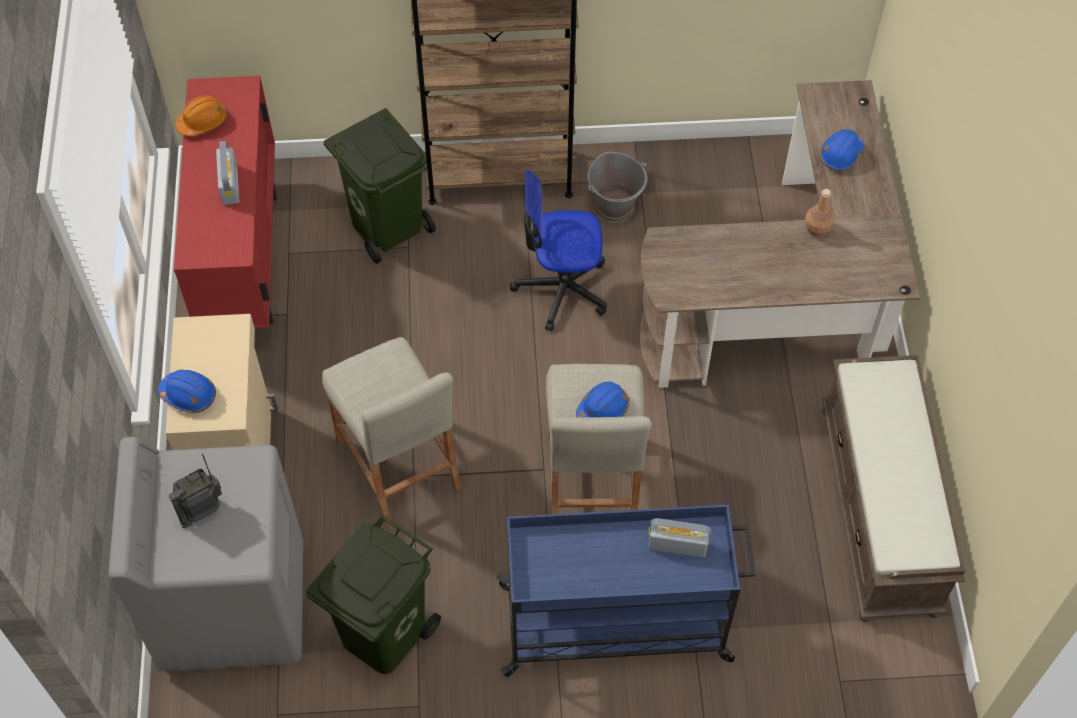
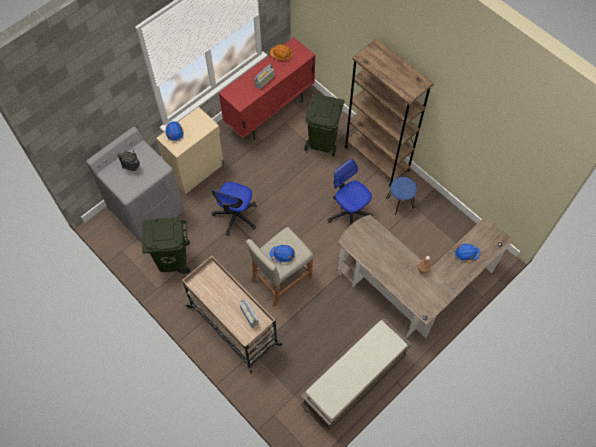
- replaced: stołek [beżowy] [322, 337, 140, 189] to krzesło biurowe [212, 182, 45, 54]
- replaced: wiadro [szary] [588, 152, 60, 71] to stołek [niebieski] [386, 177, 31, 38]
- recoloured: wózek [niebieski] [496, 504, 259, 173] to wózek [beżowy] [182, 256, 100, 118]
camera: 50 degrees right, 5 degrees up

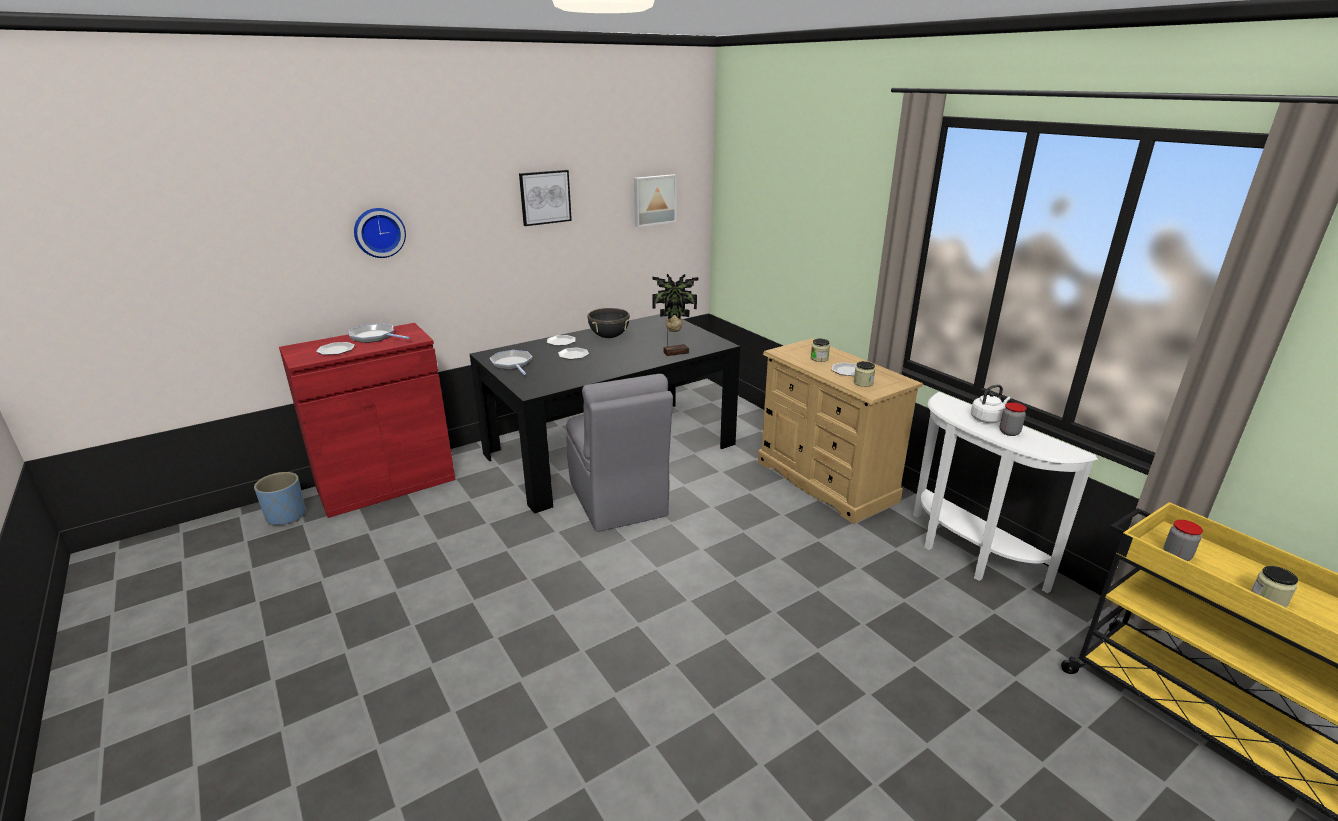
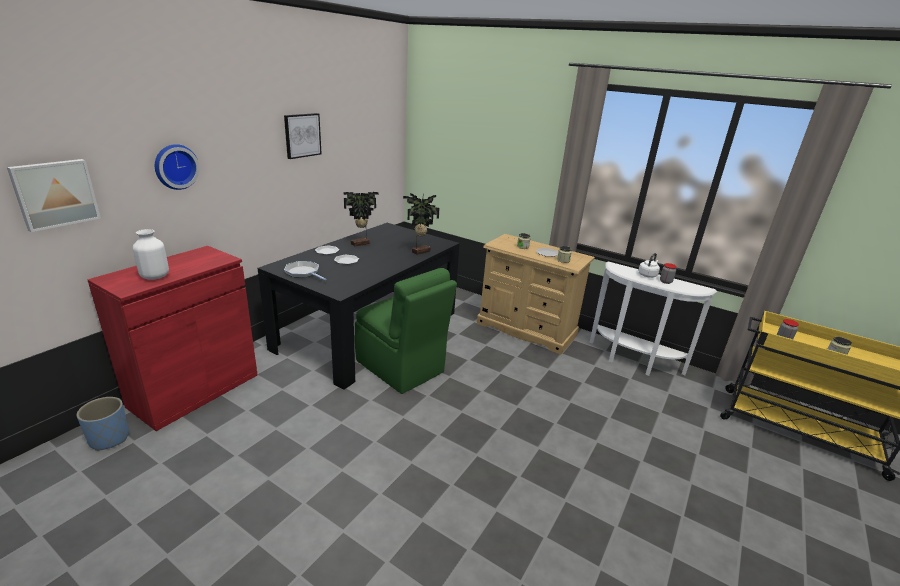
- removed: patelnia [349, 323, 61, 20]
- moved: obraz [634, 174, 43, 53] to [7, 159, 94, 73]
- replaced: talerz [316, 342, 39, 13] to wazon [biały] [133, 229, 36, 51]
- replaced: garnek [czarny] [587, 308, 44, 30] to roślina doniczkowa [343, 192, 36, 54]
- recoloured: krzesło [szary] [566, 374, 107, 158] to krzesło [zielony] [355, 268, 102, 126]
camera: 25 degrees left, 0 degrees up

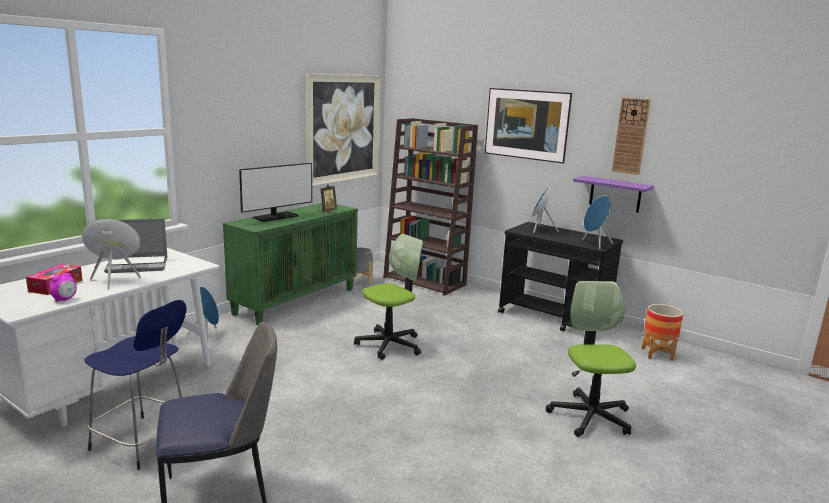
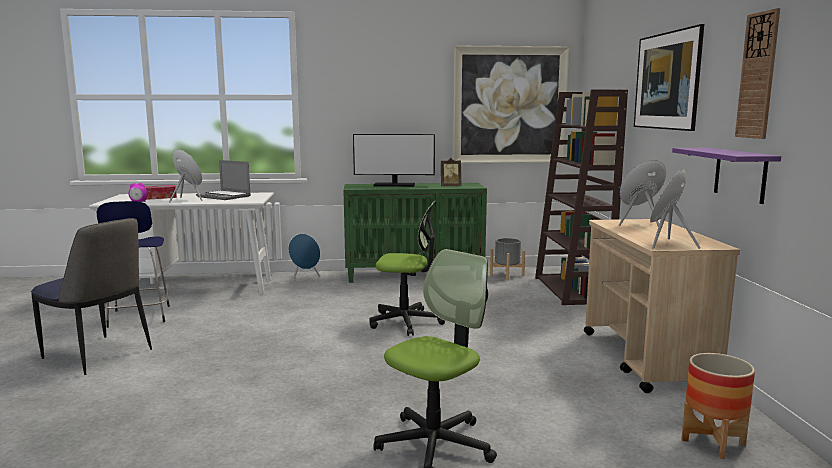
- recoloured: wózek [czarny] [498, 222, 125, 109] to wózek [beżowy] [584, 219, 156, 174]
camera: 50 degrees right, 5 degrees down

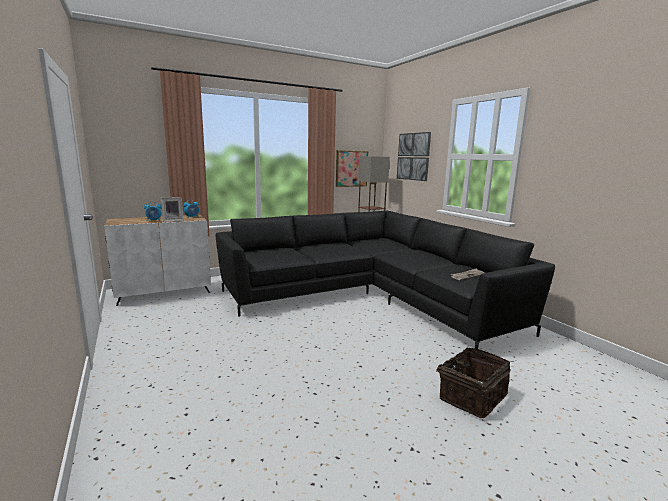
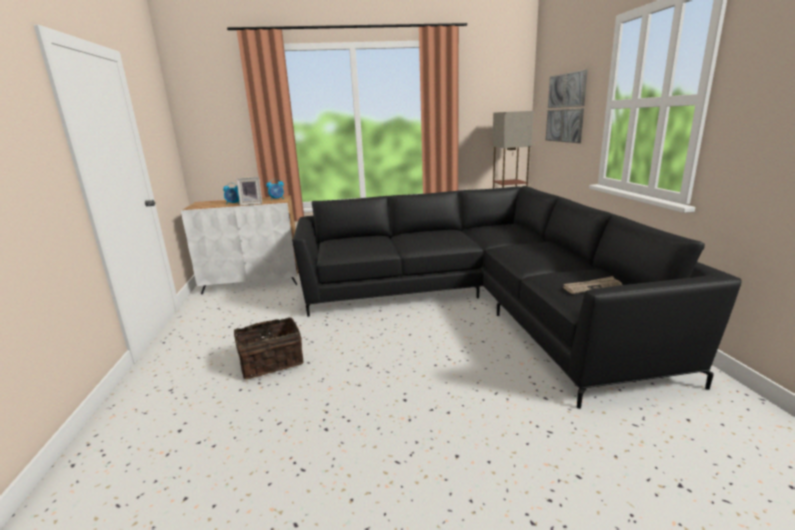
- removed: obraz [336, 150, 32, 37]
- moved: koszyk [429, 347, 82, 71] to [234, 318, 70, 61]
camera: 20 degrees right, 5 degrees up

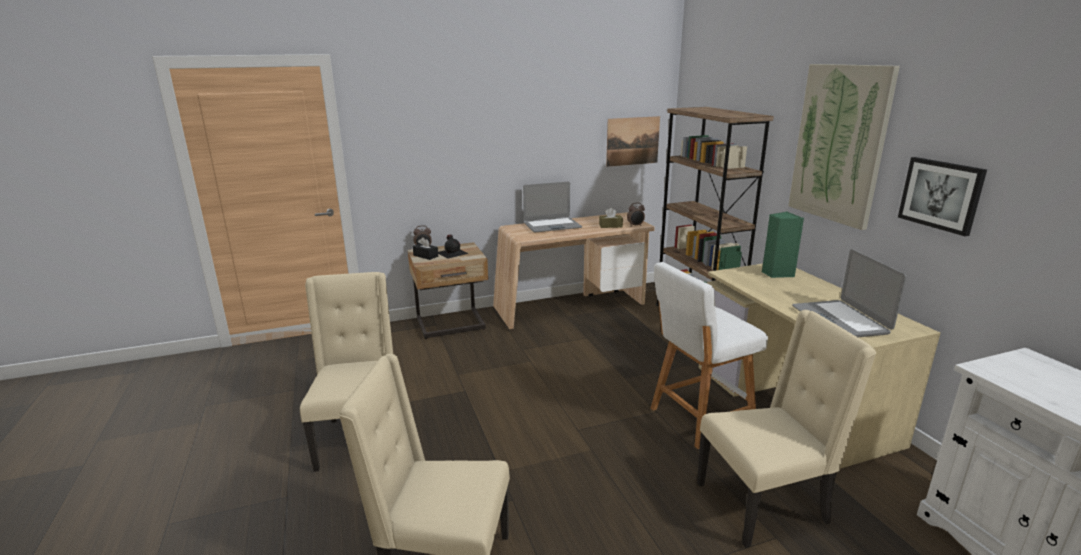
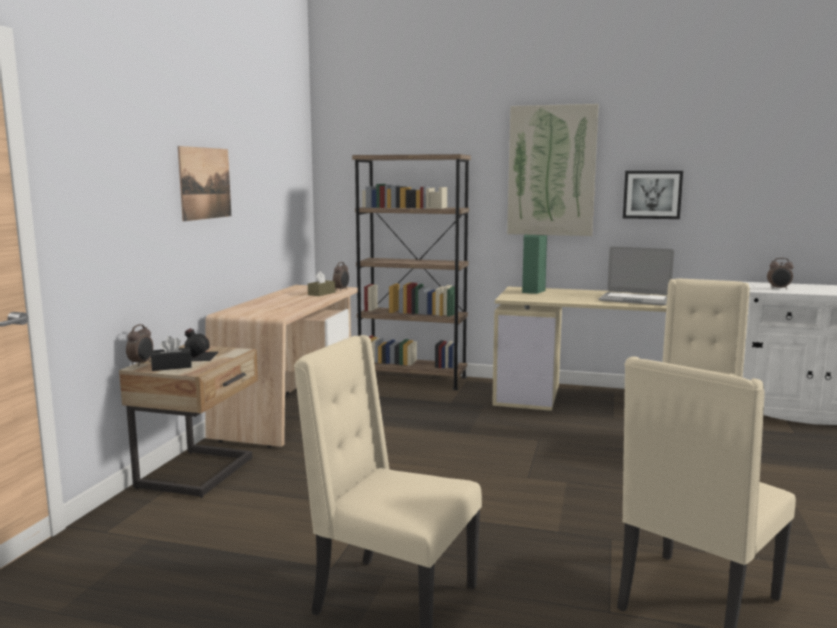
- removed: laptop [523, 182, 59, 50]
- removed: stołek [biały] [651, 262, 117, 187]
- added: budzik [767, 258, 27, 31]
- moved: obraz [606, 116, 54, 51] to [178, 146, 53, 75]
camera: 55 degrees left, 10 degrees down

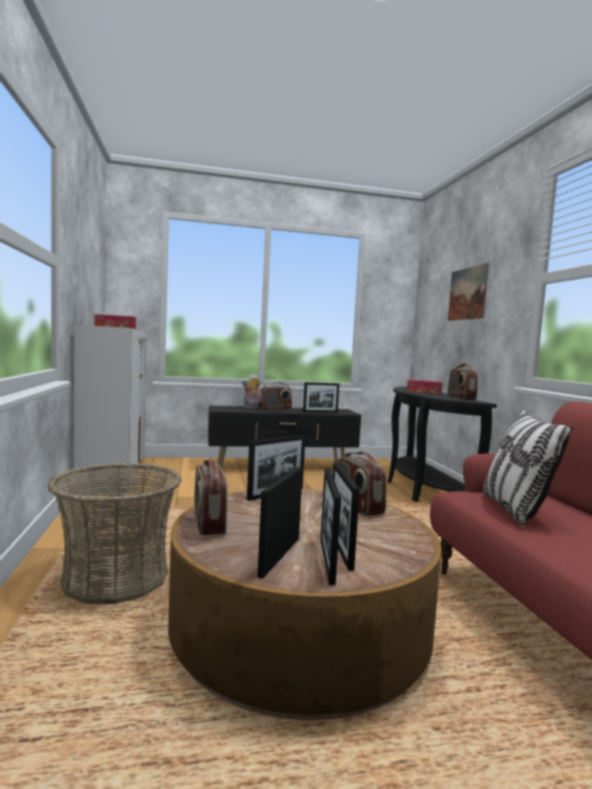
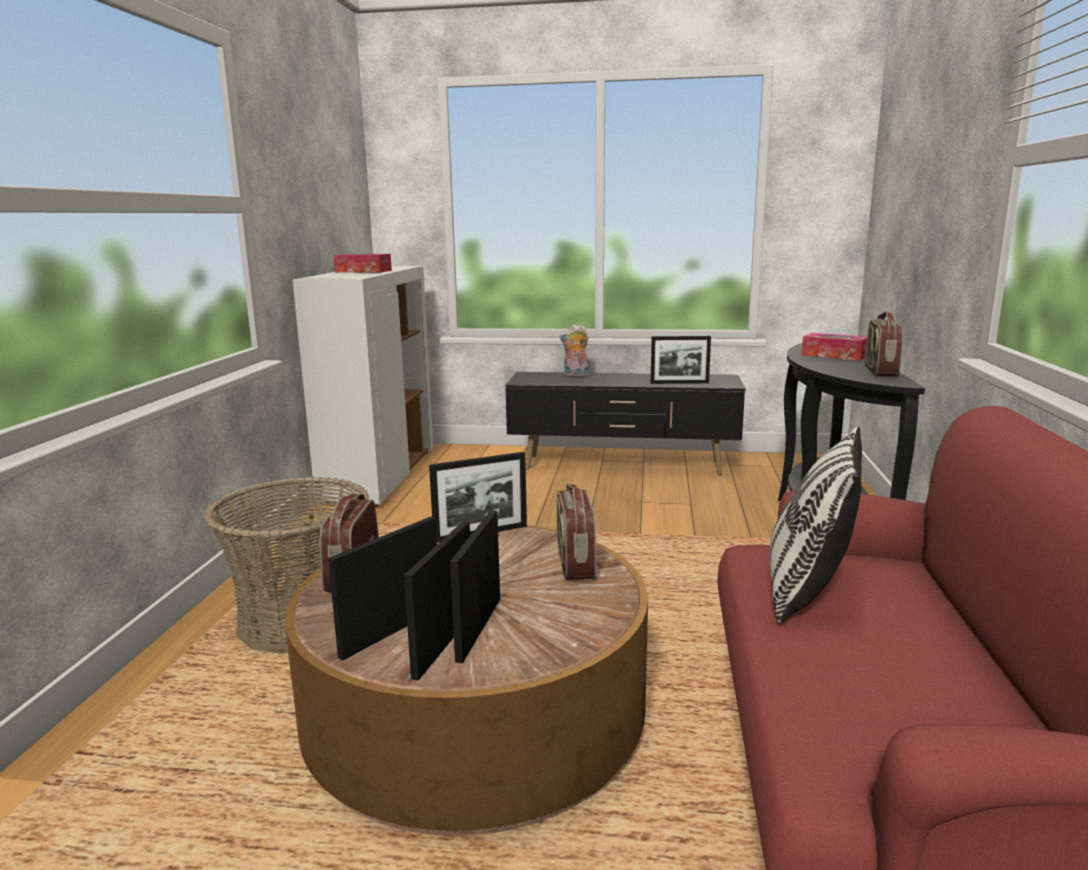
- removed: radio [259, 382, 33, 29]
- removed: obraz [448, 263, 41, 58]
camera: 20 degrees right, 10 degrees up

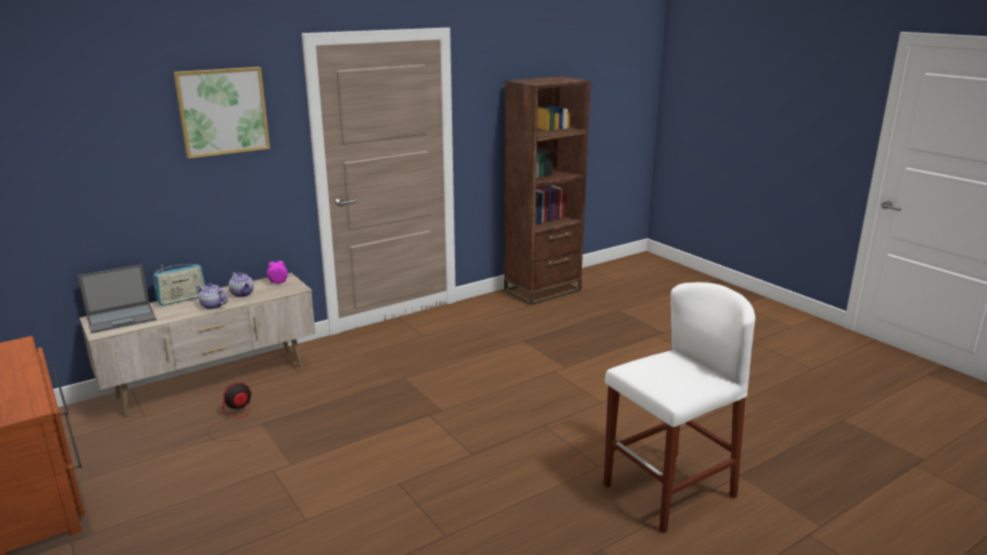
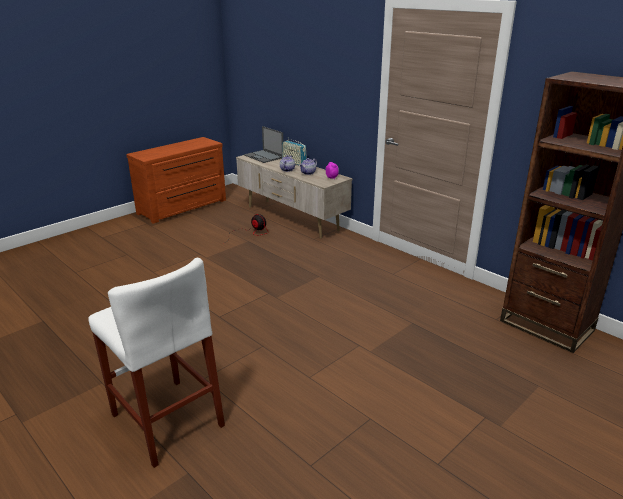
- removed: obraz [174, 67, 96, 92]
camera: 80 degrees right, 5 degrees up

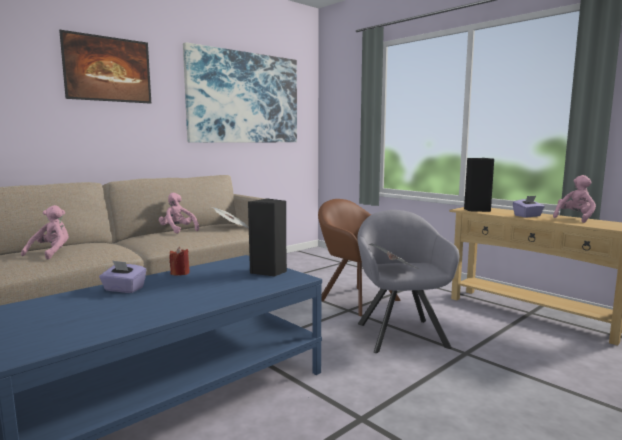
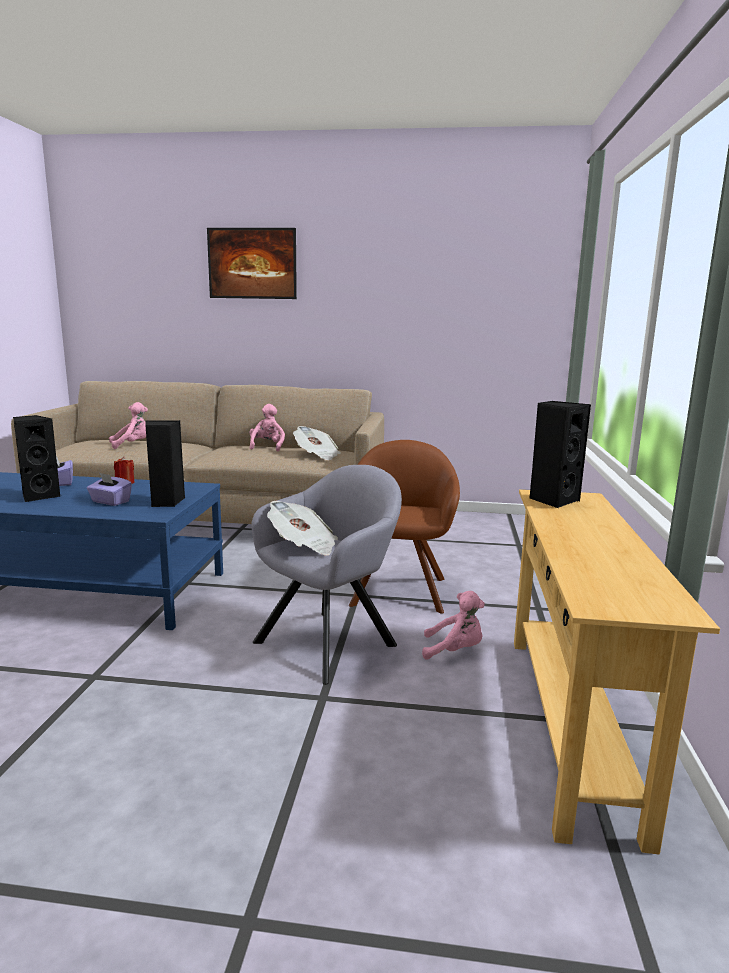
- removed: obraz [183, 42, 114, 101]
- added: głośnik [czarny] [13, 415, 48, 87]
- moved: pudełko chusteczek [fioletowy] [513, 196, 32, 22] to [87, 473, 45, 33]
- moved: pluszak [różowy] [553, 175, 43, 48] to [422, 591, 63, 69]
camera: 50 degrees right, 5 degrees up

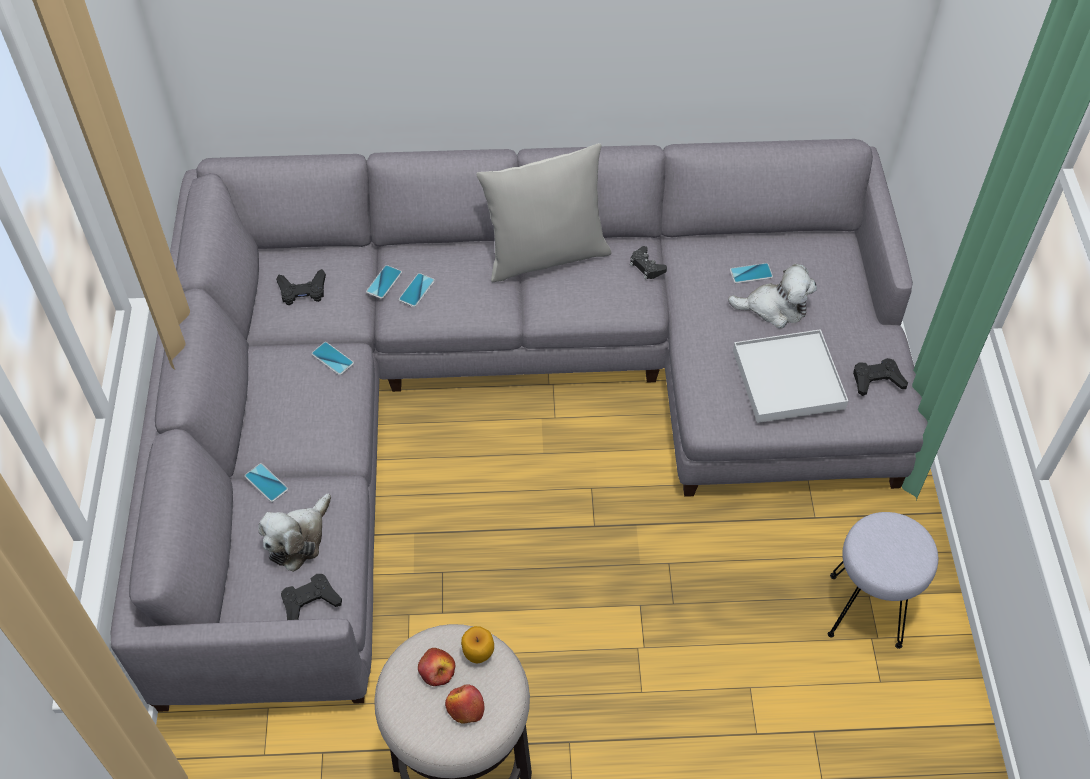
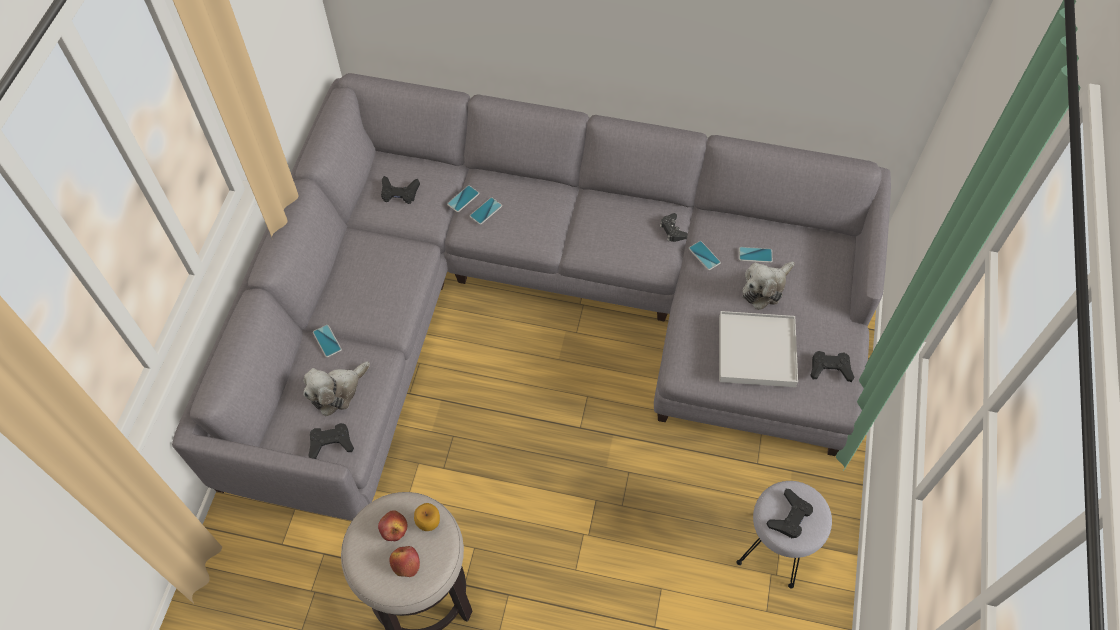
- removed: poduszka [szary] [476, 143, 135, 139]
- added: pad do gier [czarny] [766, 489, 47, 49]
- moved: telefon [311, 342, 43, 33] to [689, 241, 32, 29]
- turned: pluszak [728, 264, 89, 64] = [742, 262, 53, 48] 120 degrees clockwise
camera: 15 degrees right, 5 degrees up

